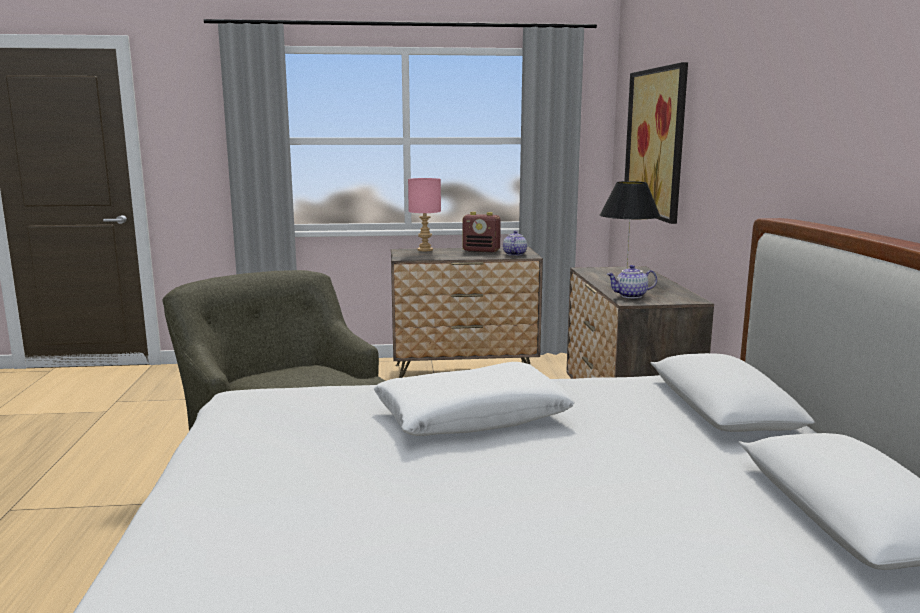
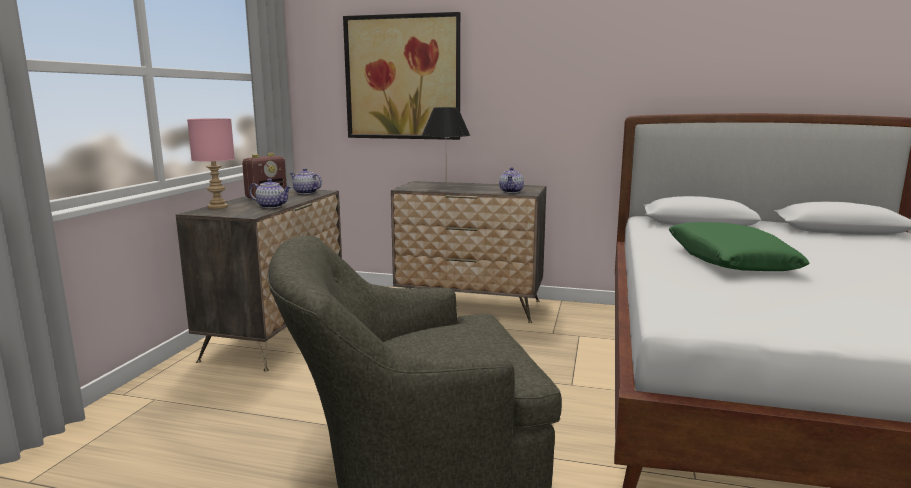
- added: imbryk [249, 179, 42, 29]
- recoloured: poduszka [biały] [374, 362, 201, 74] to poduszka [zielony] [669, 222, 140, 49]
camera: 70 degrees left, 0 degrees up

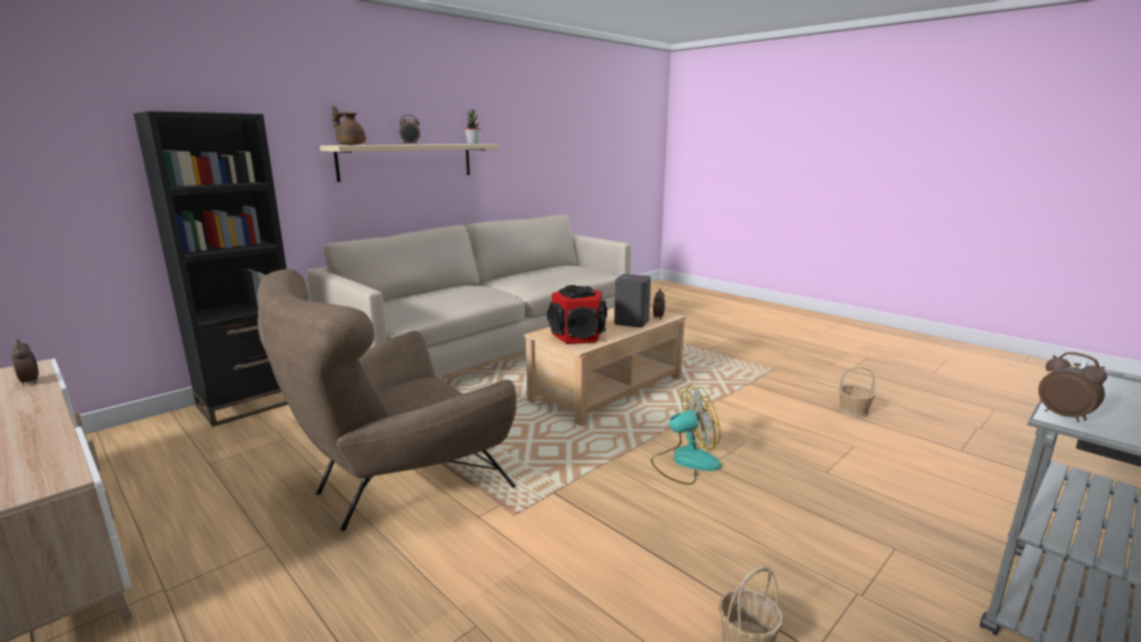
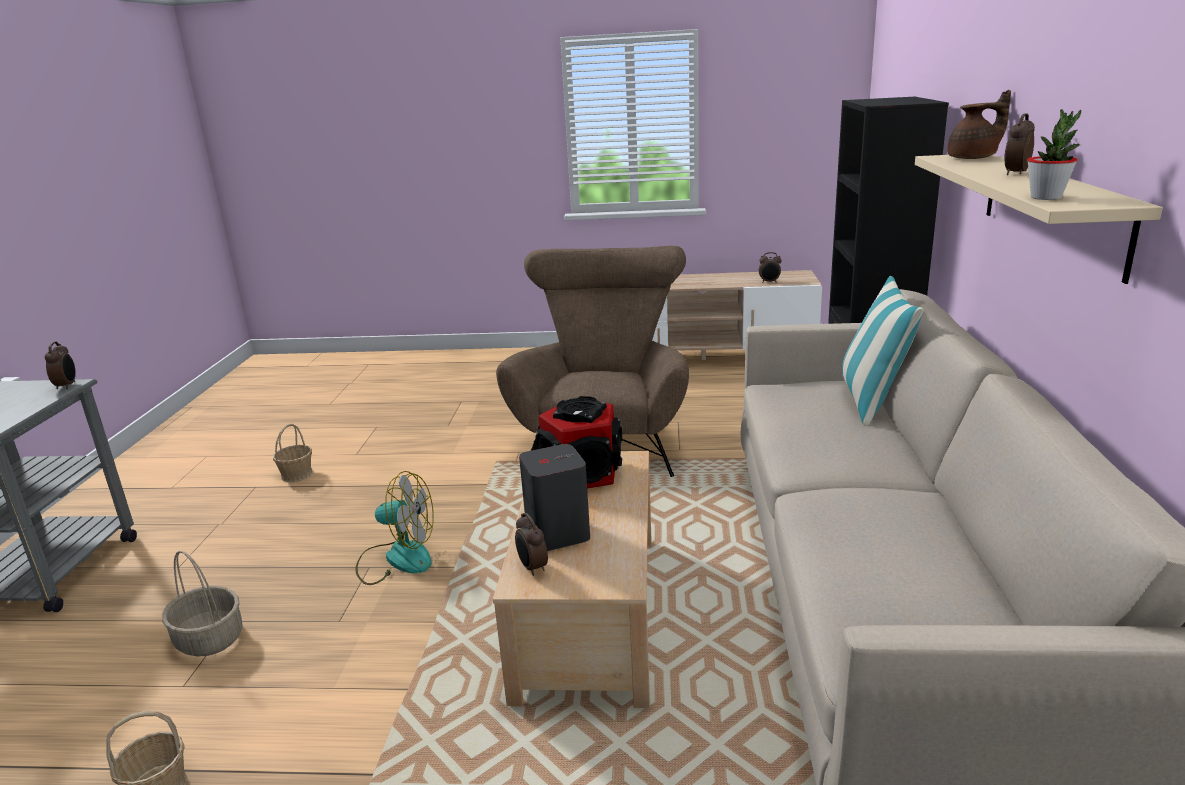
- added: koszyk [162, 551, 81, 106]
- added: poduszka [842, 276, 82, 150]
- turned: wentylator [651, 385, 70, 100] = [355, 471, 79, 114] 120 degrees counterclockwise
- turned: budzik [1038, 352, 69, 70] = [45, 341, 31, 48] 120 degrees counterclockwise
camera: 140 degrees right, 5 degrees up

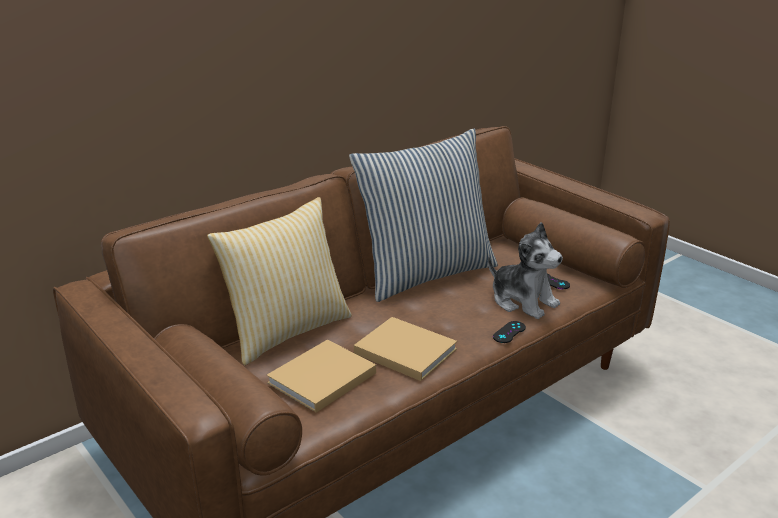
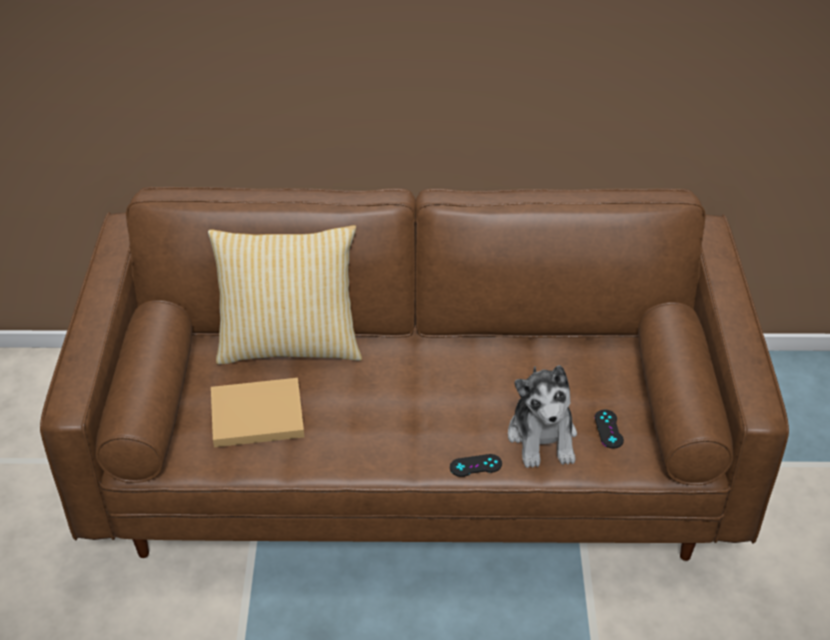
- removed: poduszka [349, 129, 149, 173]
- removed: książka [beżowy] [354, 317, 103, 64]
camera: 40 degrees right, 15 degrees up

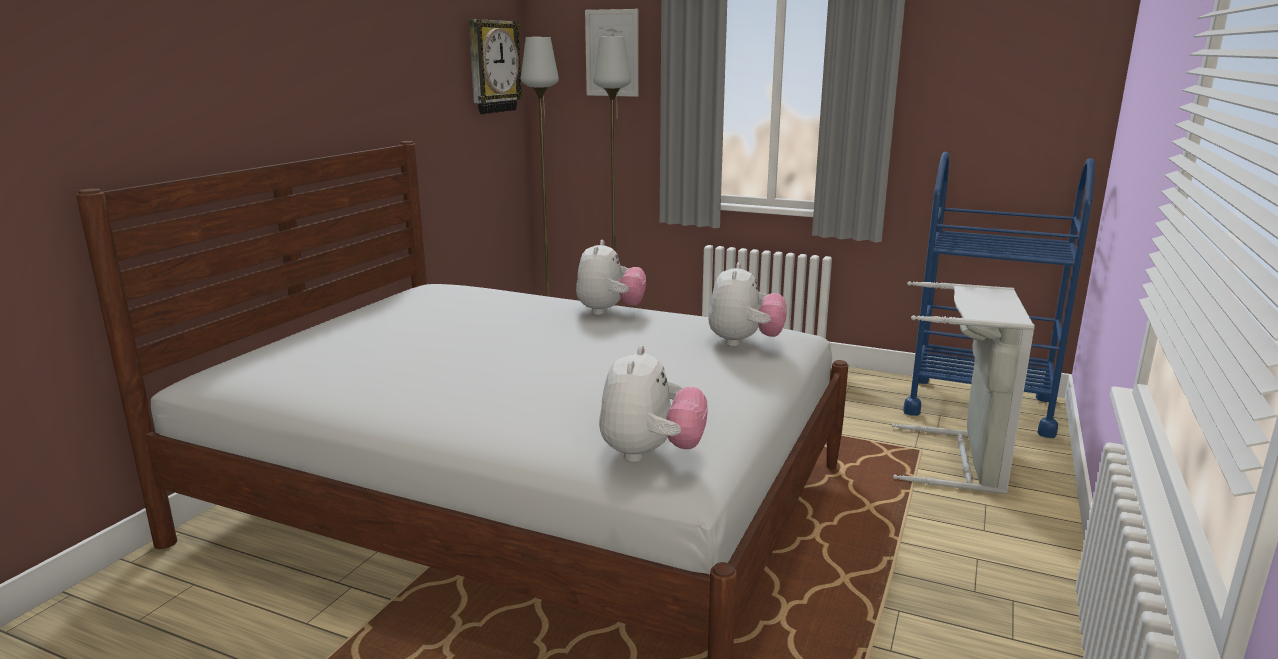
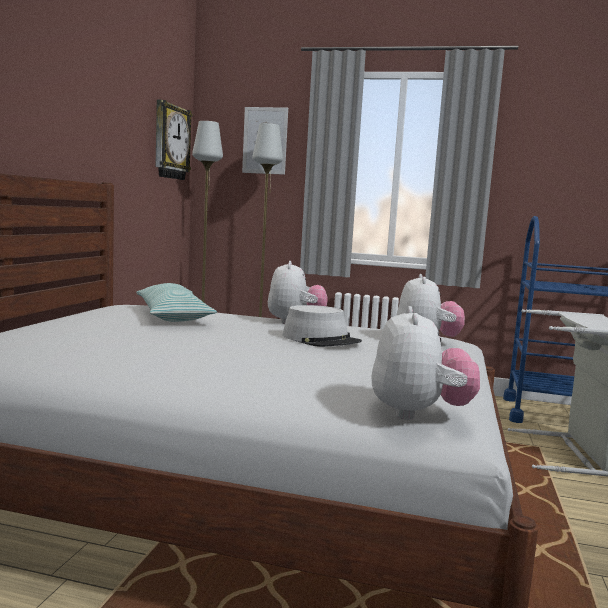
- added: poduszka [136, 283, 81, 39]
- added: kapelusz [szary] [283, 305, 79, 42]
camera: 10 degrees left, 10 degrees down

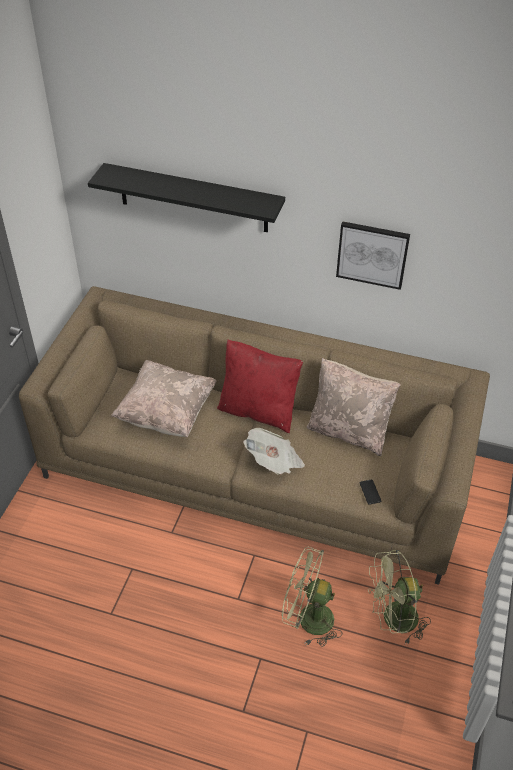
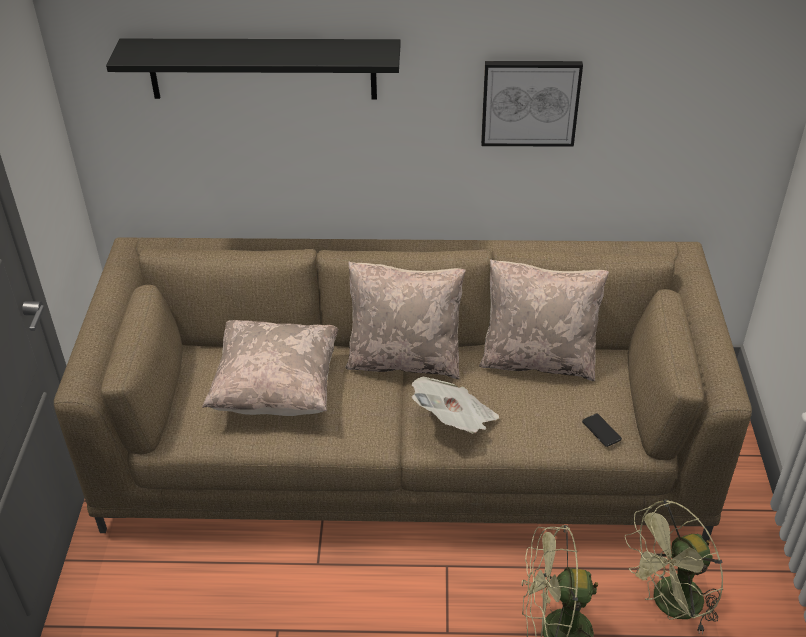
- recoloured: poduszka [czerwony] [217, 339, 86, 94] to poduszka [beżowy] [345, 262, 121, 117]
camera: 15 degrees left, 5 degrees down

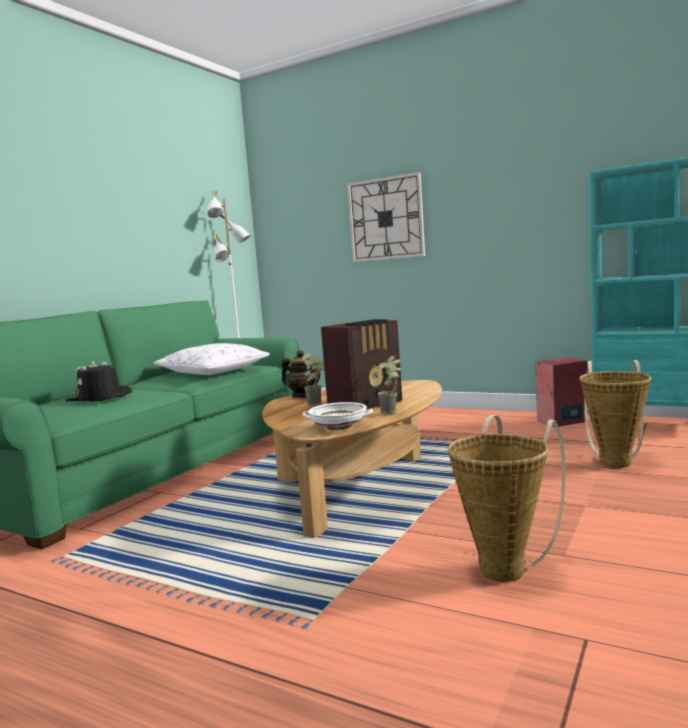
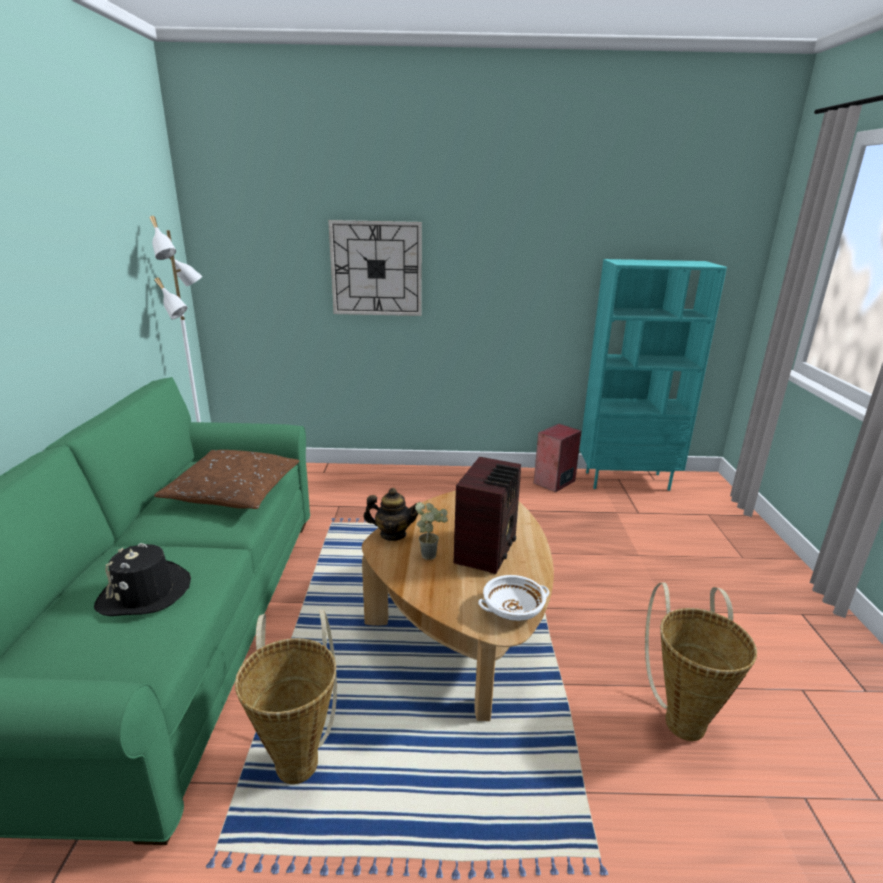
- removed: roślina doniczkowa [377, 355, 23, 60]
- moved: koszyk [579, 360, 72, 108] to [235, 609, 102, 175]
- recoloured: poduszka [biały] [154, 343, 116, 32] to poduszka [brązowy] [154, 450, 145, 59]
camera: 30 degrees left, 15 degrees up

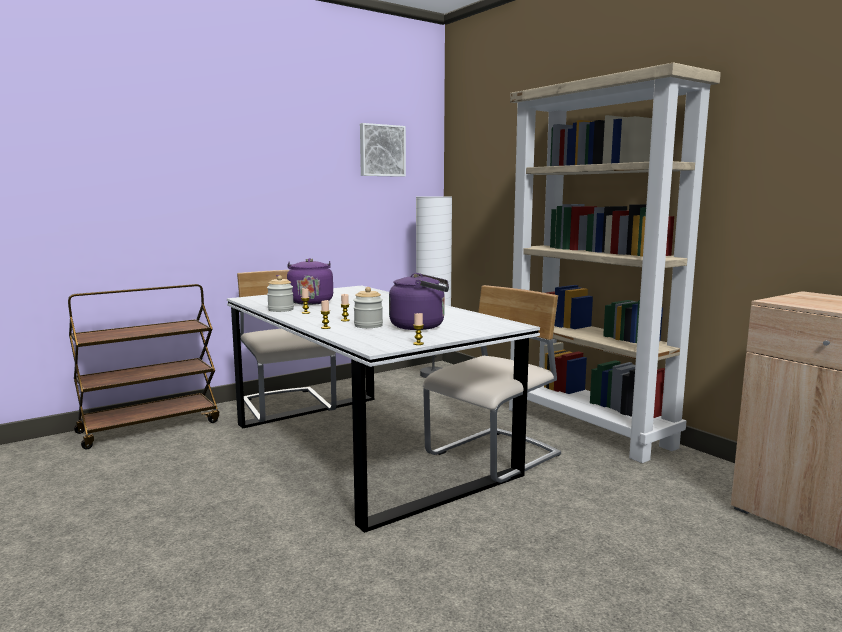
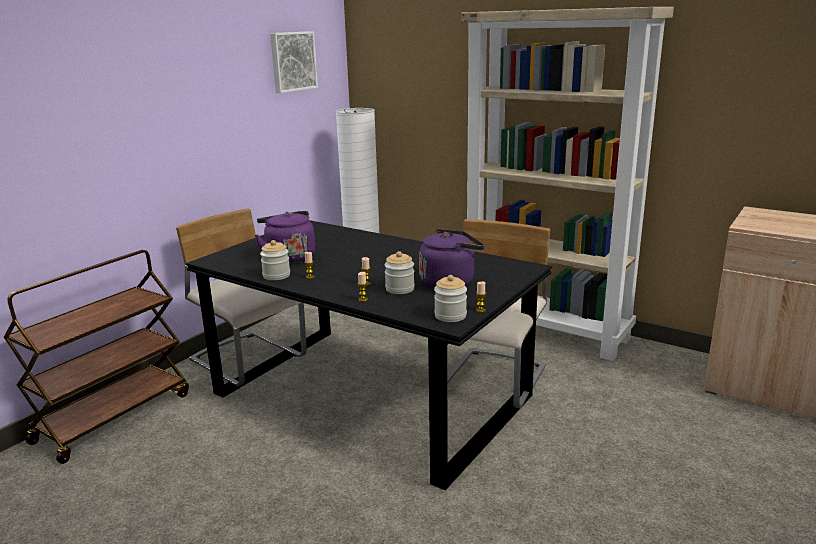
- added: słoik [434, 275, 33, 47]
- recoloured: stół jadalny [biały] [227, 286, 313, 247] to stół jadalny [czarny] [186, 220, 366, 270]
camera: 20 degrees left, 10 degrees up

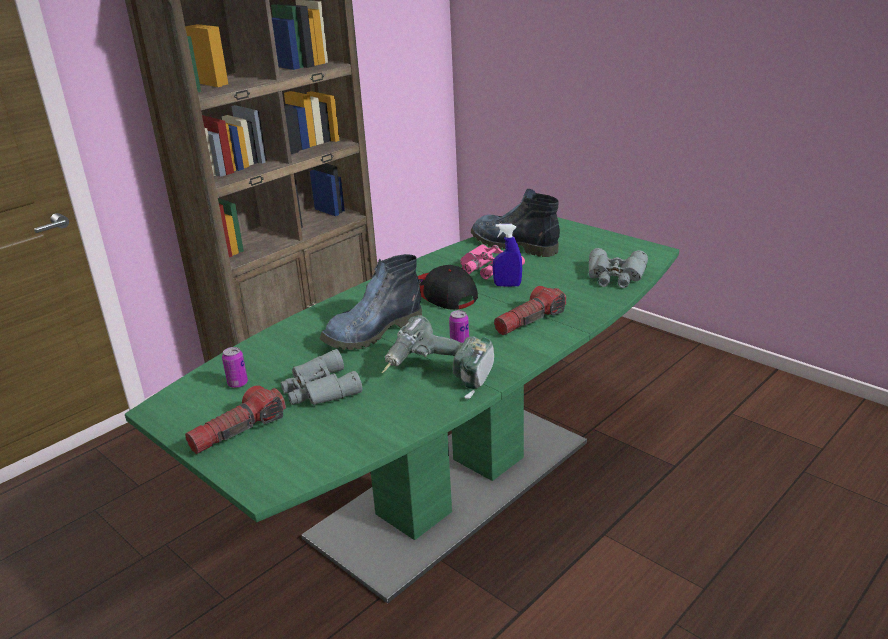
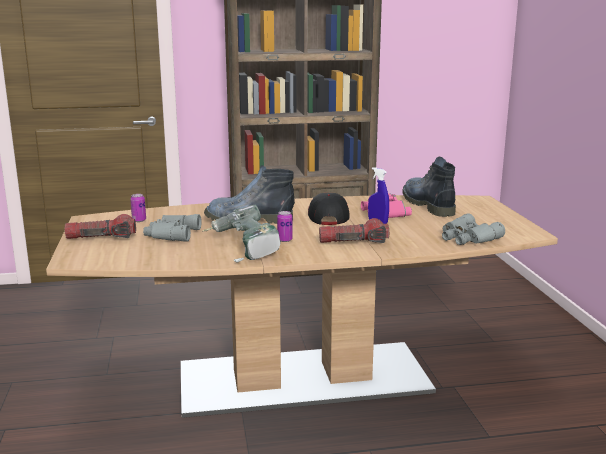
- recoloured: stół jadalny [zielony] [125, 217, 554, 387] to stół jadalny [brązowy] [46, 195, 512, 223]
camera: 35 degrees right, 10 degrees down

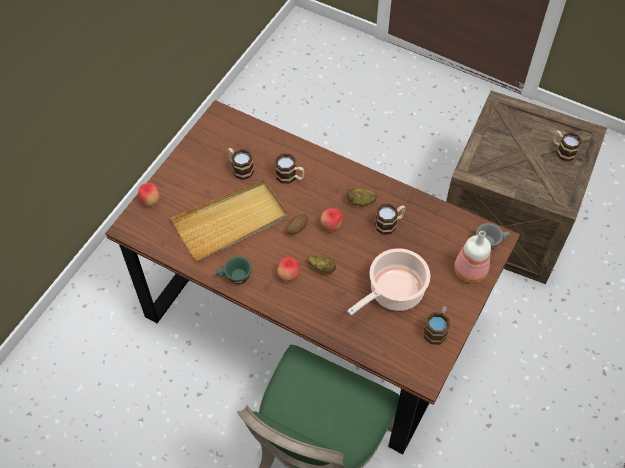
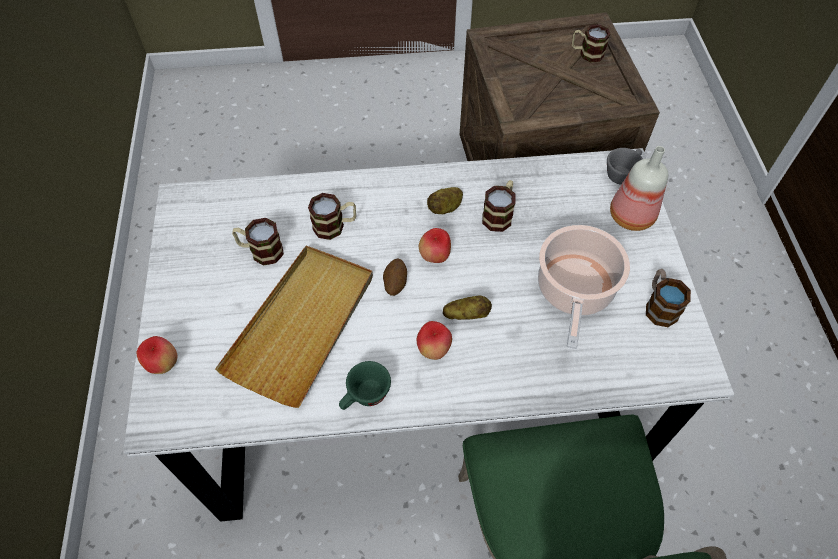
- recoloured: stół jadalny [brązowy] [105, 100, 415, 354] to stół jadalny [biały] [123, 148, 611, 374]
camera: 35 degrees left, 0 degrees up

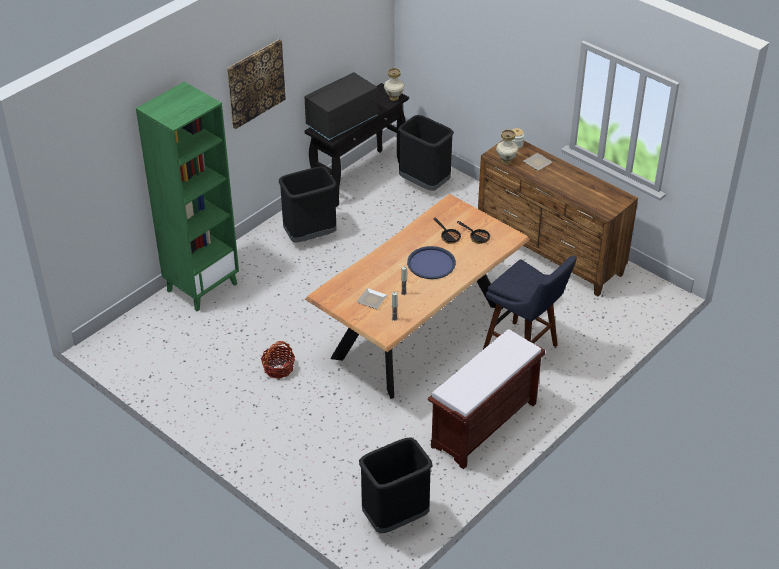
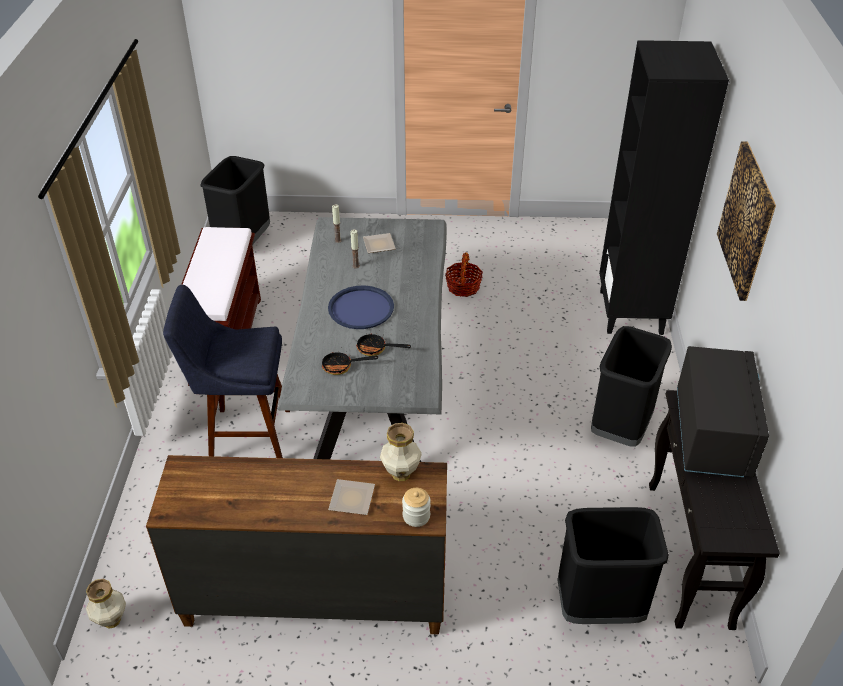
- moved: wazon [384, 68, 21, 33] to [86, 579, 40, 50]
- recoloured: regał [zielony] [136, 82, 103, 229] to regał [czarny] [599, 40, 130, 295]
- recoloured: stół jadalny [brązowy] [305, 194, 225, 205] to stół jadalny [szary] [278, 217, 169, 245]
camera: 140 degrees right, 0 degrees up

